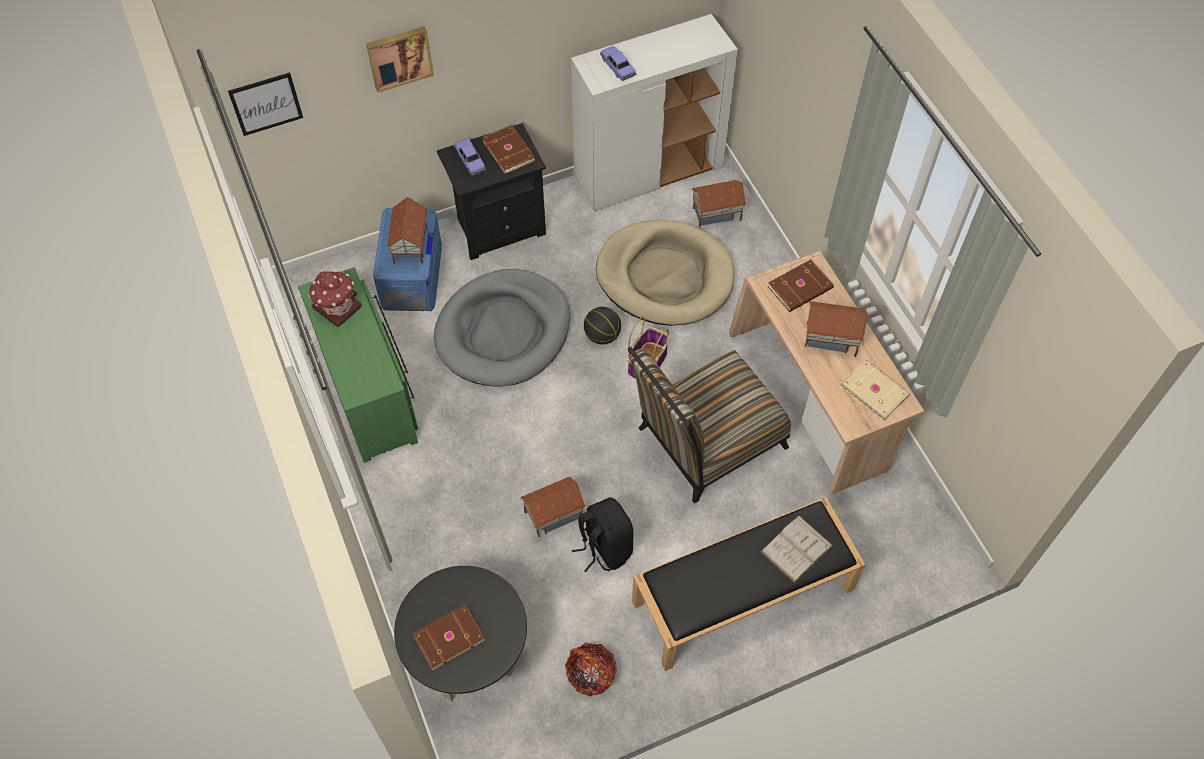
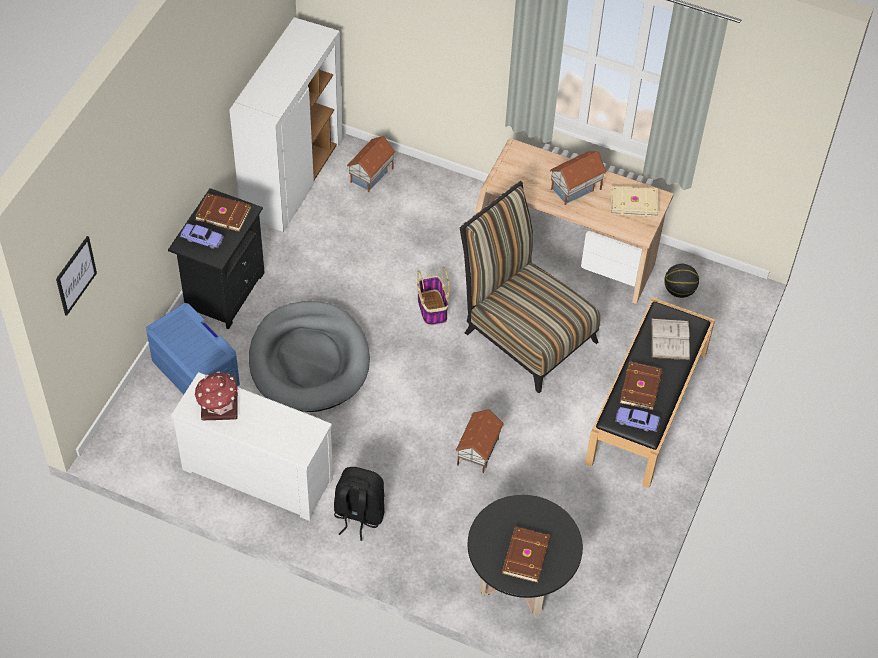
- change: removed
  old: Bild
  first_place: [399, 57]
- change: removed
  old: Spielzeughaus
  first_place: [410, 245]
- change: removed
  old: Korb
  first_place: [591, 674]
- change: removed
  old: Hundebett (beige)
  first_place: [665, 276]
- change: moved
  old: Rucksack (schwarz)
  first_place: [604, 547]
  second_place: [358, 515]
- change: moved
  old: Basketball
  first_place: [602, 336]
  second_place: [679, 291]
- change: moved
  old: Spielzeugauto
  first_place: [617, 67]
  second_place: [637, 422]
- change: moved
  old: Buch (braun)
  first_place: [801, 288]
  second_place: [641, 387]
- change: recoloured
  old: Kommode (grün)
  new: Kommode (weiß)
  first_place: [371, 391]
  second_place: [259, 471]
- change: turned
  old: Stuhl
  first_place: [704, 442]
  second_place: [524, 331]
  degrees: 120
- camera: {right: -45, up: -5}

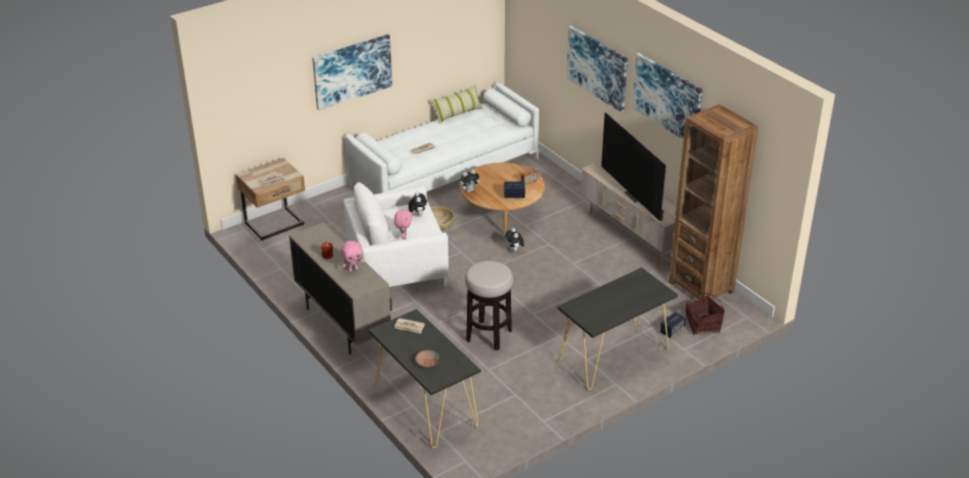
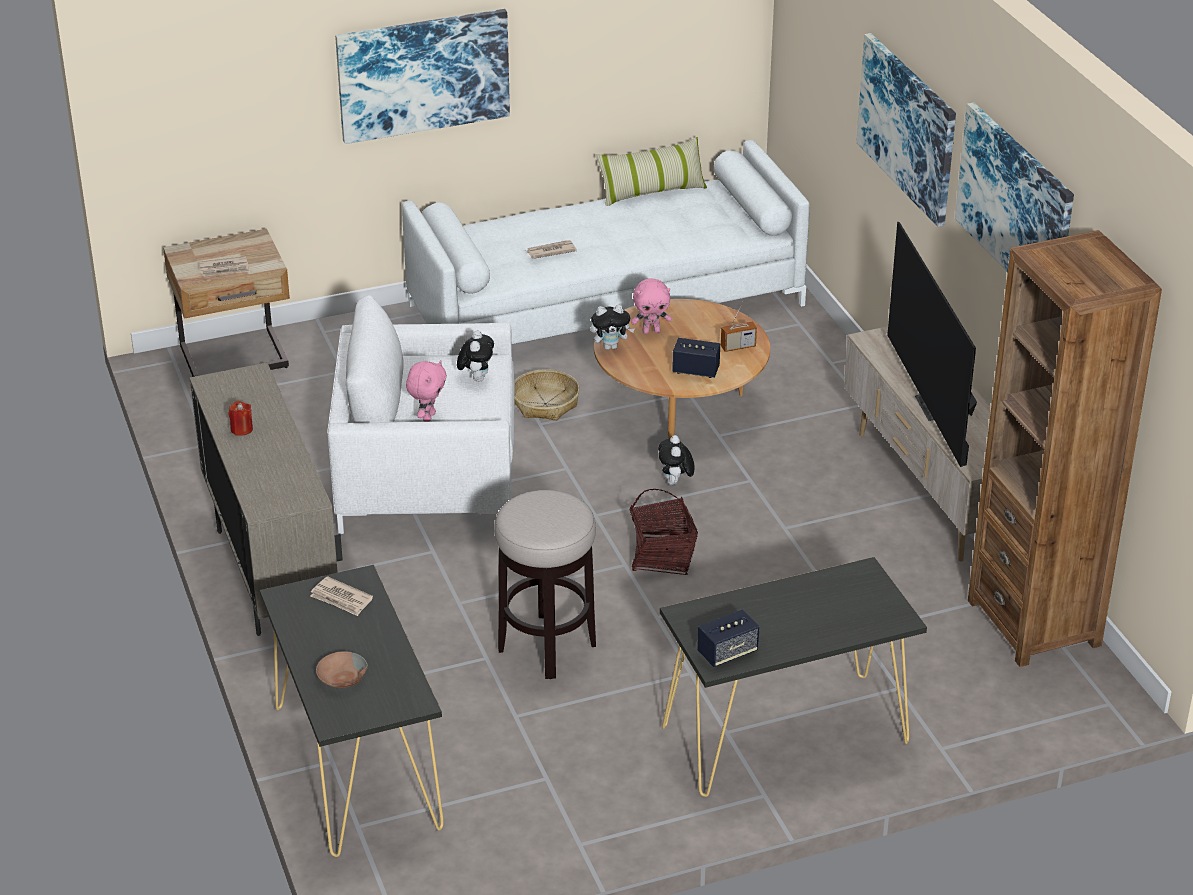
- change: moved
  old: Plüschtier (rosa)
  first_place: [353, 269]
  second_place: [651, 331]
- change: moved
  old: Lautsprecher
  first_place: [672, 331]
  second_place: [727, 653]
- change: moved
  old: Korb
  first_place: [702, 325]
  second_place: [662, 556]
- camera: {right: 15, up: 0}

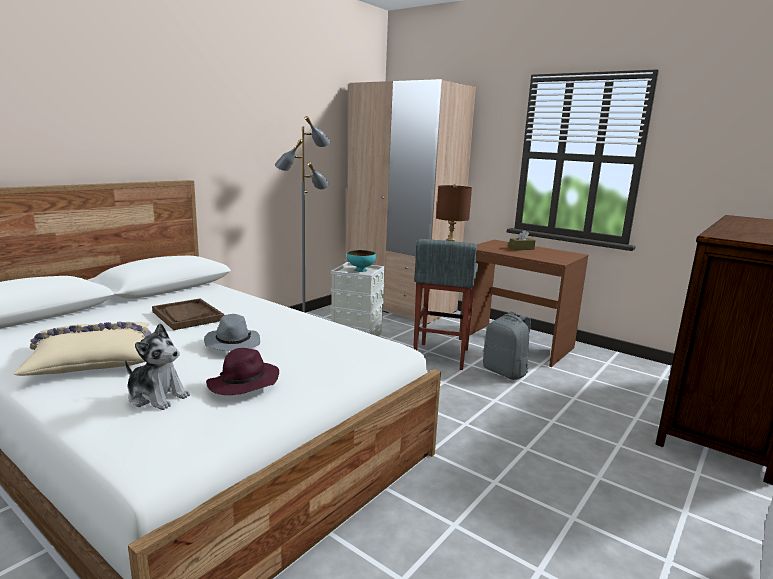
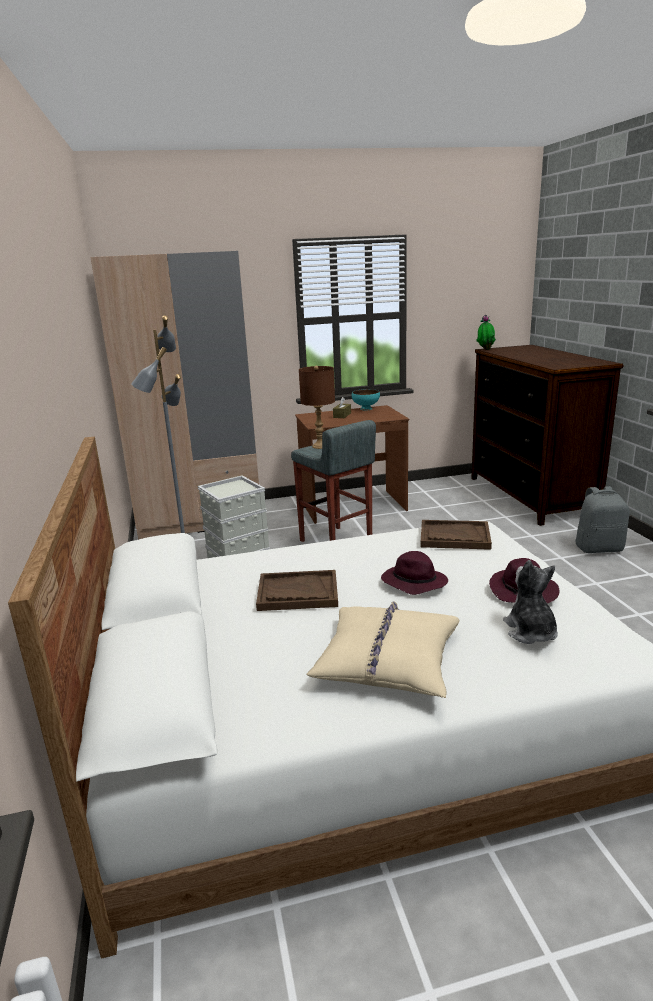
- change: added
  new: Tablett (braun)
  second_place: [454, 537]
- change: added
  new: Topfpflanze
  second_place: [485, 349]
- change: moved
  old: Schüssel (türkis)
  first_place: [361, 270]
  second_place: [366, 409]
- change: moved
  old: Rucksack (grau)
  first_place: [505, 372]
  second_place: [599, 548]
- change: recoloured
  old: Hut (grau)
  new: Hut (lila)
  first_place: [232, 343]
  second_place: [413, 582]
- change: turned
  old: Plüschtier
  first_place: [157, 396]
  second_place: [530, 632]
  degrees: -75
- camera: {right: -50, up: 5}

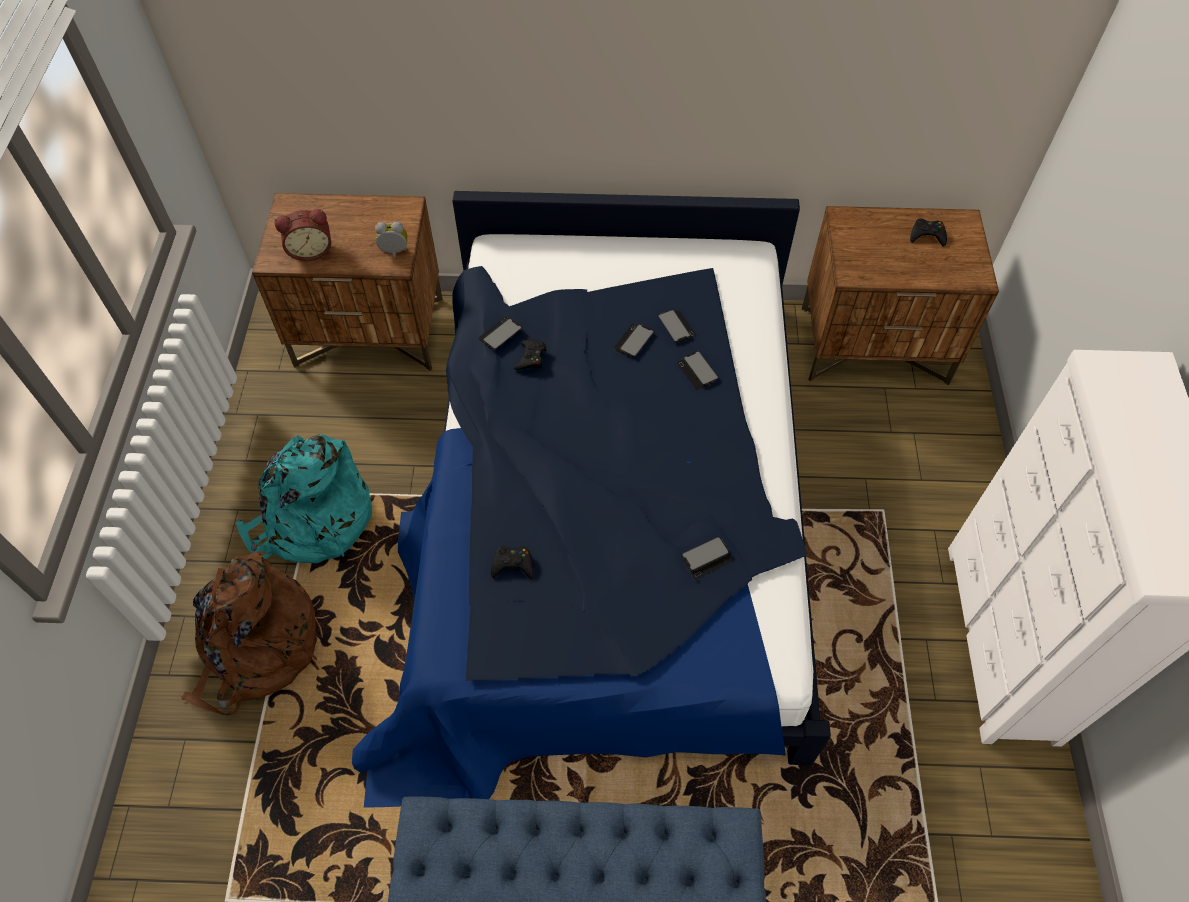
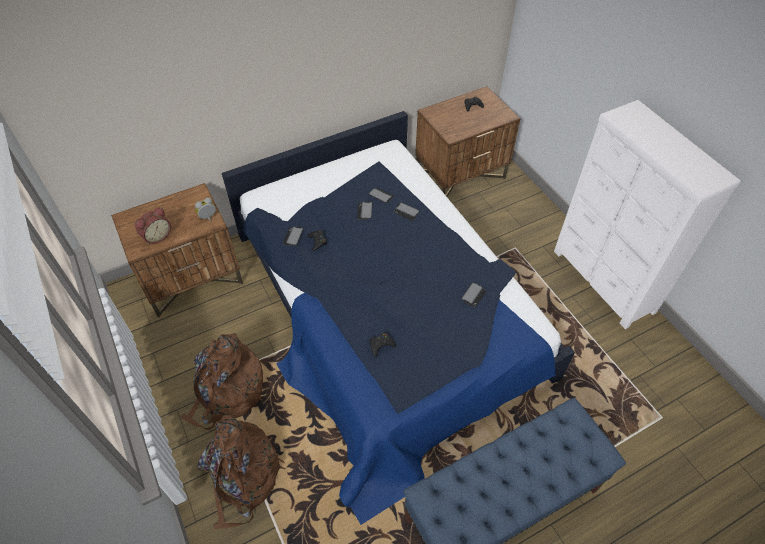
- change: recoloured
  old: Rucksack (türkis)
  new: Rucksack (braun)
  first_place: [313, 520]
  second_place: [227, 393]
- camera: {right: -30, up: -5}

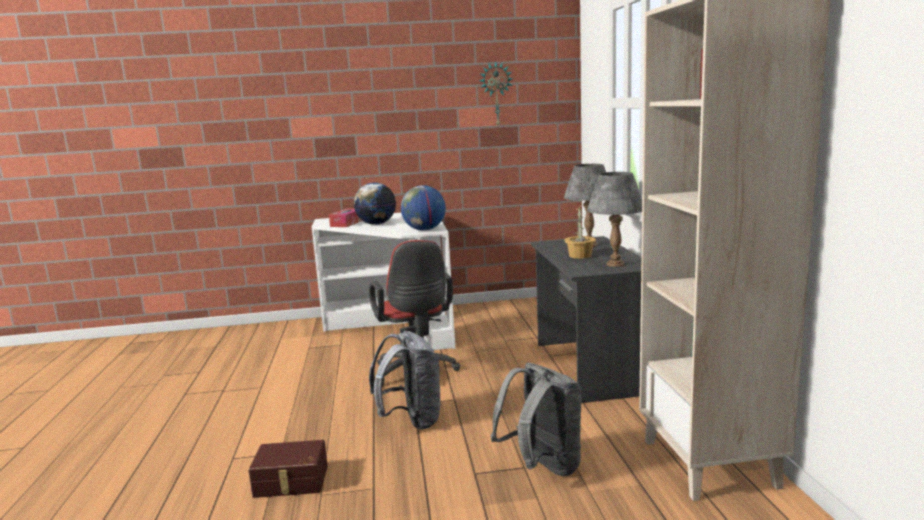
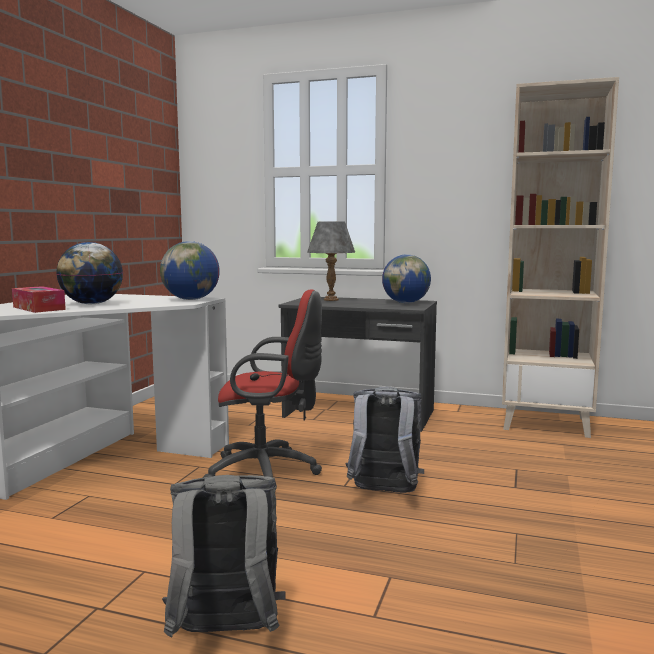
- change: removed
  old: Aufbewahrungsbox (braun)
  first_place: [291, 482]
- change: removed
  old: Wanduhr
  first_place: [496, 94]
- change: removed
  old: Topfpflanze
  first_place: [580, 256]
- change: moved
  old: Rucksack (grau)
  first_place: [542, 467]
  second_place: [225, 634]
- change: replaced
  old: Tischlampe (grau)
  new: Globus
  first_place: [616, 264]
  second_place: [406, 303]
- camera: {right: -65, up: -5}

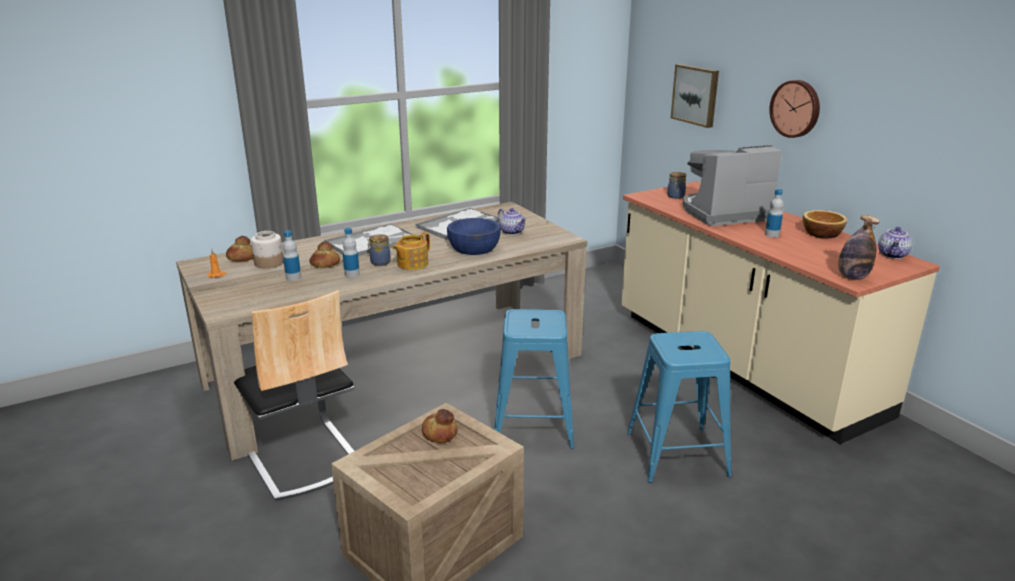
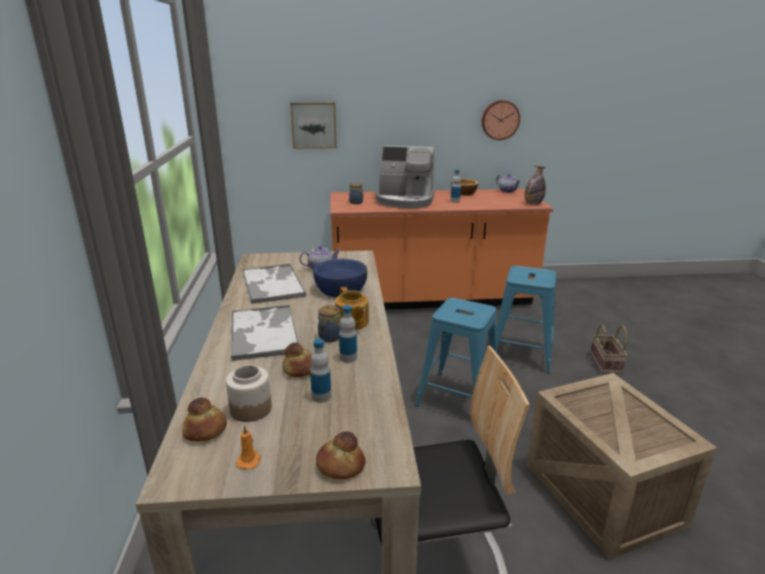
- change: added
  new: Korb
  second_place: [606, 364]
- change: moved
  old: Brot
  first_place: [440, 433]
  second_place: [340, 465]
- change: moved
  old: Wanduhr
  first_place: [796, 108]
  second_place: [500, 120]
- change: recoloured
  old: Küchenzeile (beige)
  new: Küchenzeile (orange)
  first_place: [741, 363]
  second_place: [431, 298]
- change: turned
  old: Kaffeemaschine
  first_place: [724, 213]
  second_place: [405, 201]
  degrees: -90
- camera: {right: -65, up: 0}

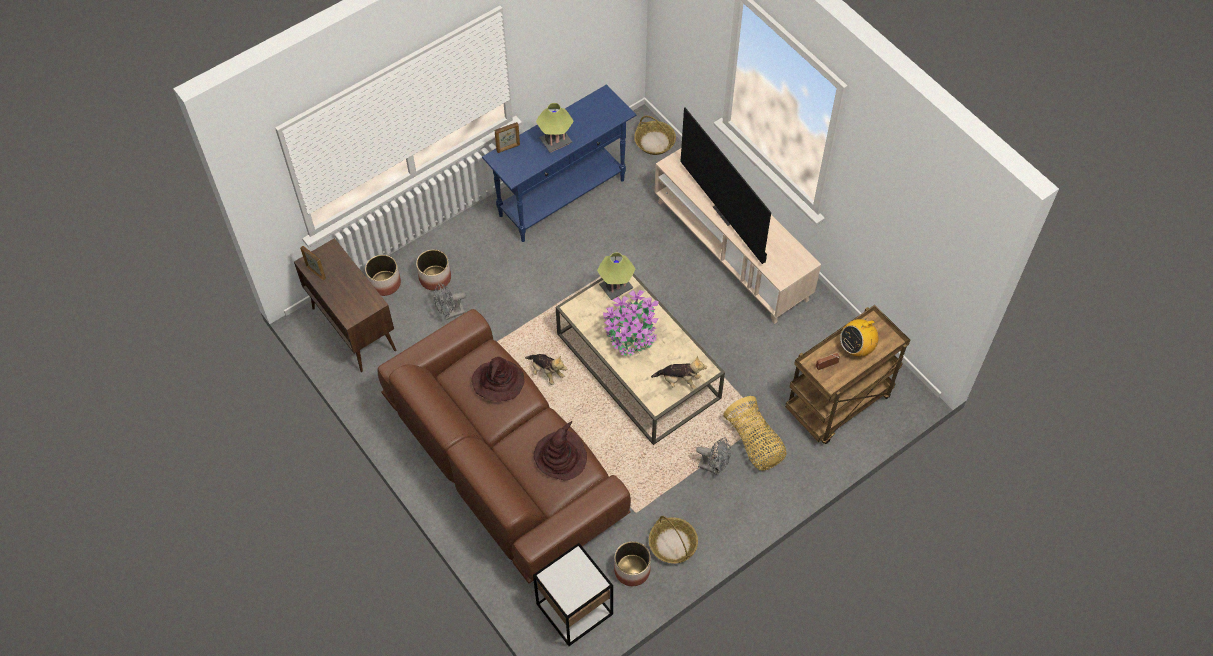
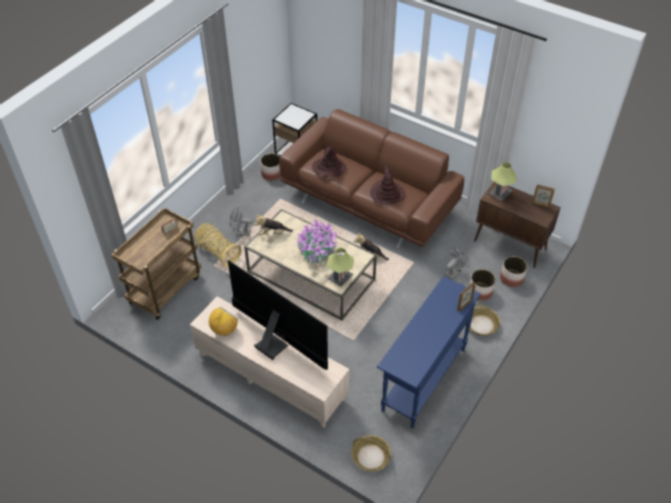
- change: moved
  old: Tischlampe
  first_place: [555, 141]
  second_place: [500, 193]
- change: moved
  old: Korb
  first_place: [672, 544]
  second_place: [482, 325]
- change: moved
  old: Radio
  first_place: [856, 348]
  second_place: [224, 330]
- camera: {right: 160, up: -10}

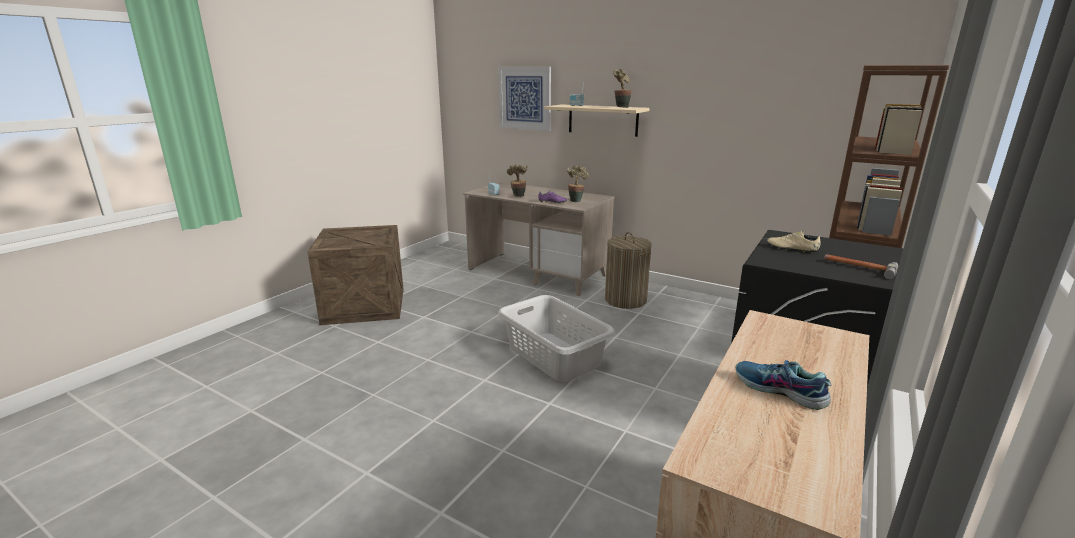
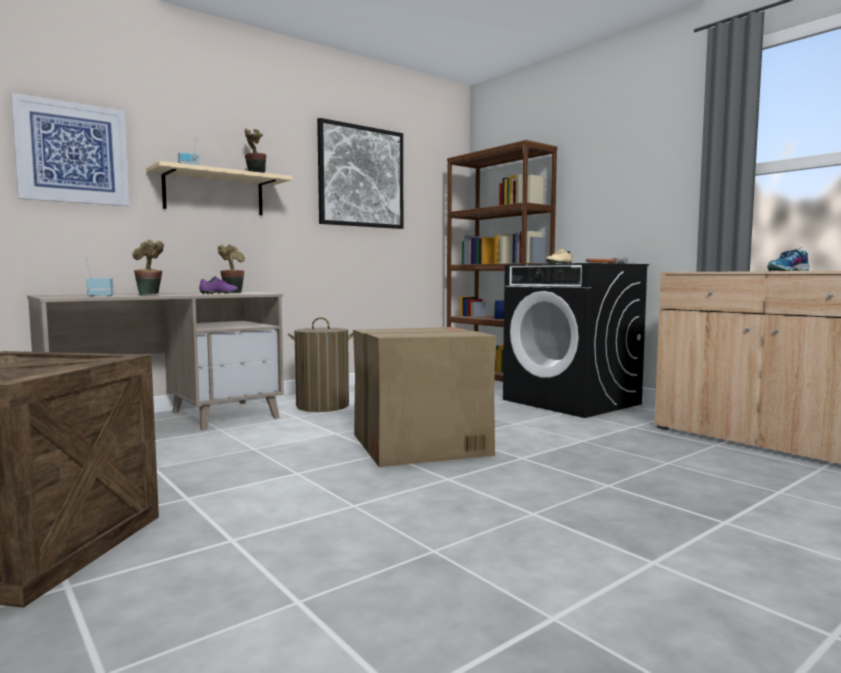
- change: added
  new: Bild
  second_place: [361, 177]
- change: replaced
  old: Wäschekorb (grau)
  new: Karton
  first_place: [554, 355]
  second_place: [419, 444]
- camera: {right: -70, up: -15}

